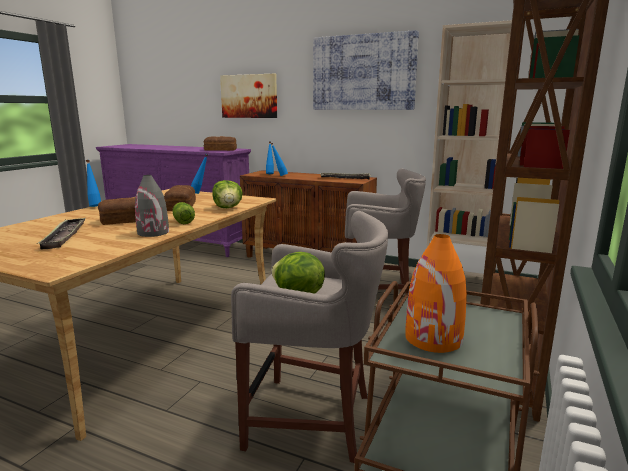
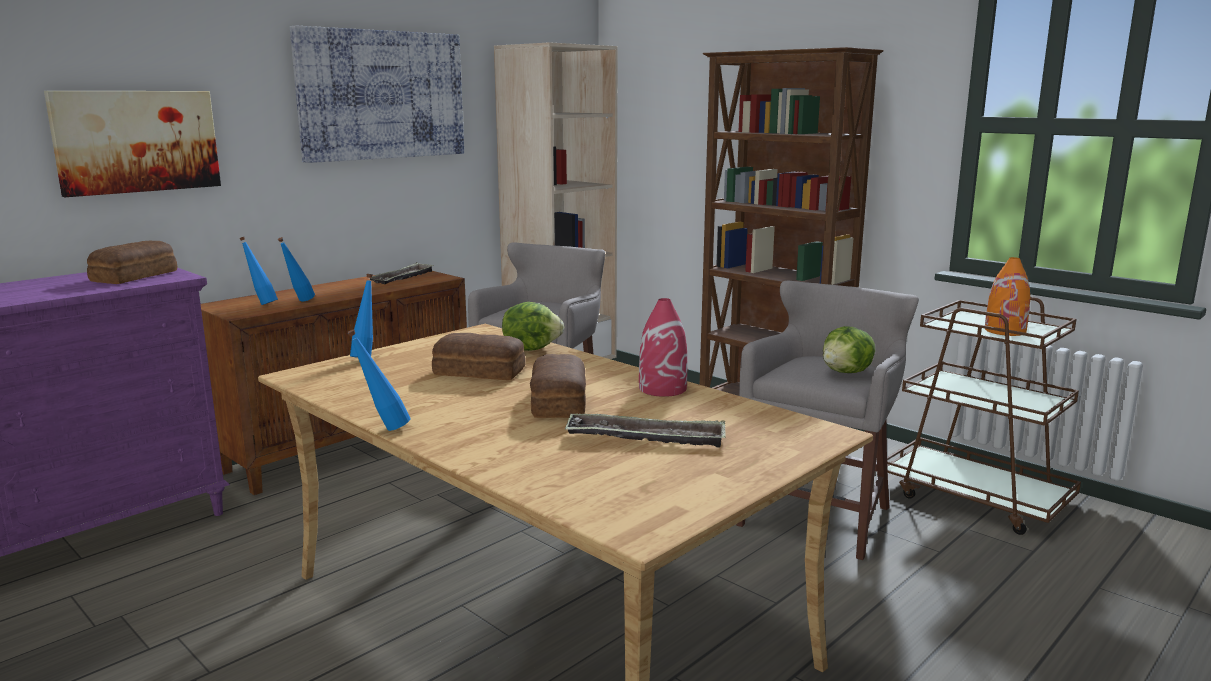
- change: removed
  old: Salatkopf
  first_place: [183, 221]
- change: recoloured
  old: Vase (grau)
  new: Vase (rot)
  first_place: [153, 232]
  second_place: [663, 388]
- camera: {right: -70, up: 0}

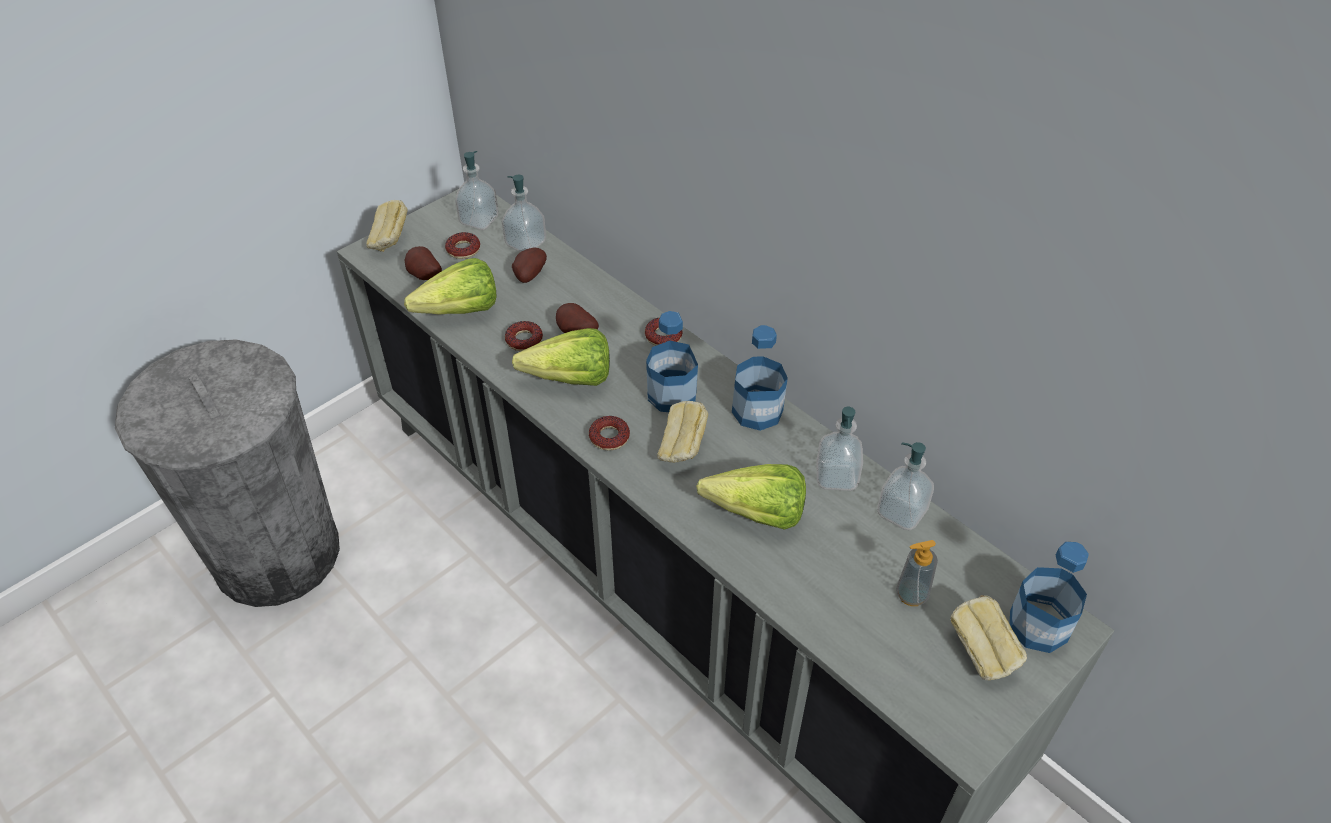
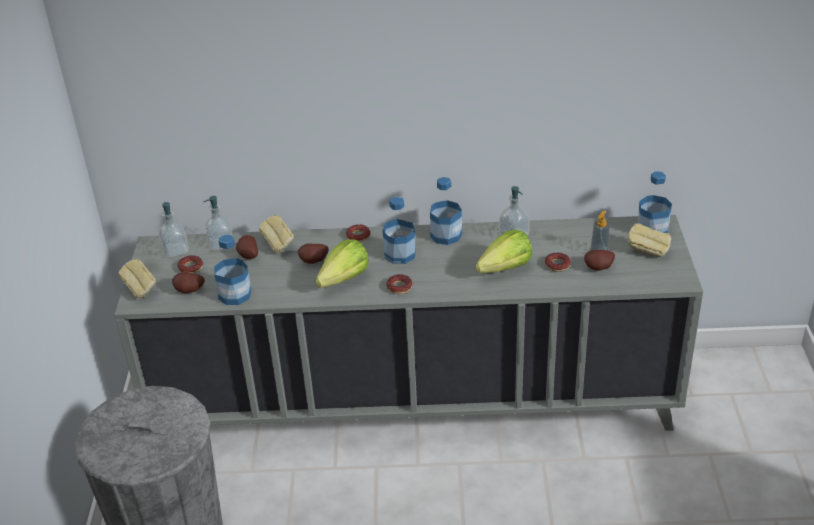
- change: removed
  old: Seifenspender
  first_place: [901, 512]
- change: added
  new: Kartoffel
  second_place: [599, 269]
- change: moved
  old: Donut
  first_place: [524, 340]
  second_place: [557, 265]
- change: moved
  old: Brot
  first_place: [682, 449]
  second_place: [278, 245]
- change: replaced
  old: Salatkopf
  new: Flasche
  first_place: [453, 312]
  second_place: [235, 295]
- camera: {right: -45, up: -10}

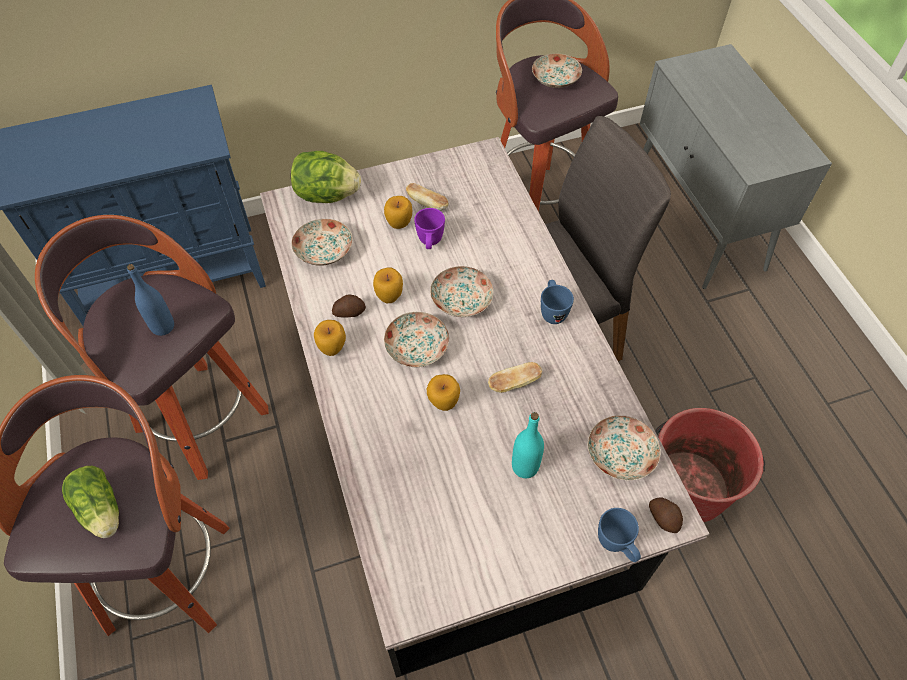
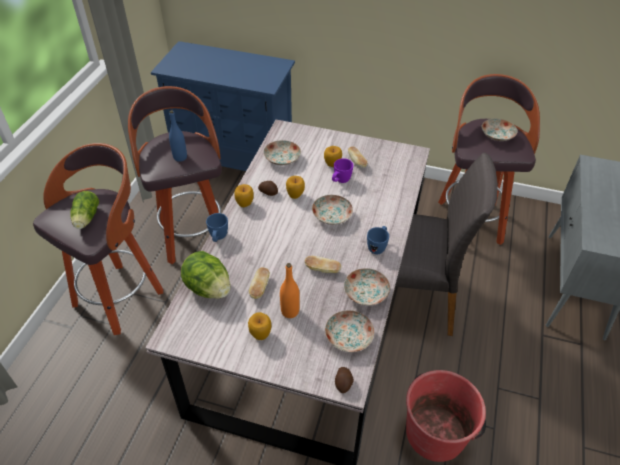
- change: added
  new: Brot
  second_place: [259, 288]
- change: moved
  old: Salatkopf
  first_place: [326, 195]
  second_place: [208, 288]
- change: moved
  old: Teller
  first_place: [417, 348]
  second_place: [366, 293]
- change: moved
  old: Apfel
  first_place: [443, 403]
  second_place: [260, 334]
- change: moved
  old: Henkelbecher (blau)
  first_place: [616, 545]
  second_place: [218, 238]
- change: recoloured
  old: Flasche (türkis)
  new: Flasche (orange)
  first_place: [525, 466]
  second_place: [290, 311]
- camera: {right: 35, up: -10}

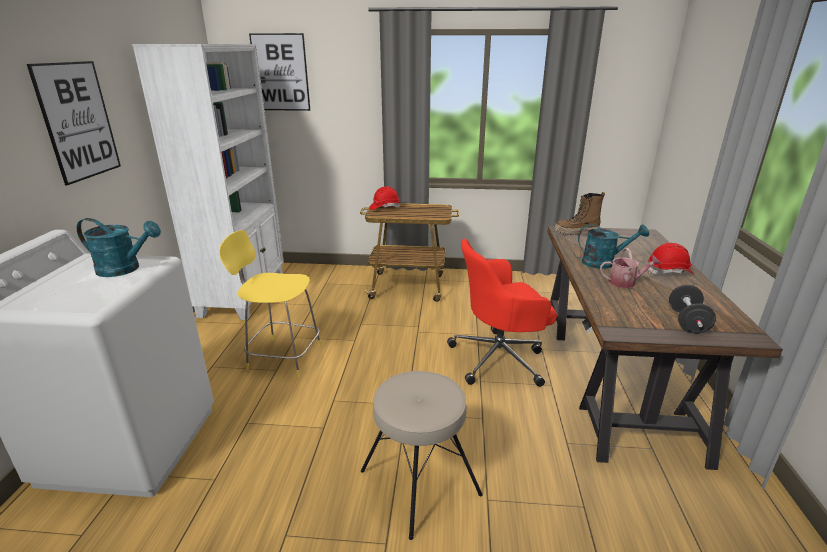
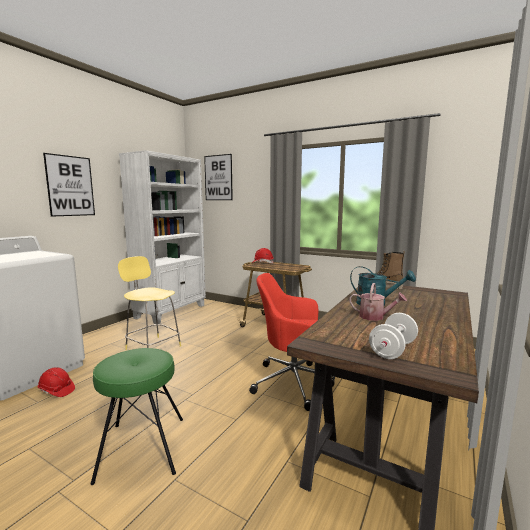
- change: removed
  old: Gießkanne (türkis)
  first_place: [125, 269]
- change: moved
  old: Schutzhelm (rot)
  first_place: [669, 271]
  second_place: [56, 390]
- change: recoloured
  old: Hocker (beige)
  new: Hocker (grün)
  first_place: [419, 483]
  second_place: [141, 448]
- change: recoloured
  old: Hantel (schwarz)
  new: Hantel (weiß)
  first_place: [687, 322]
  second_place: [393, 350]
- camera: {right: 25, up: -15}

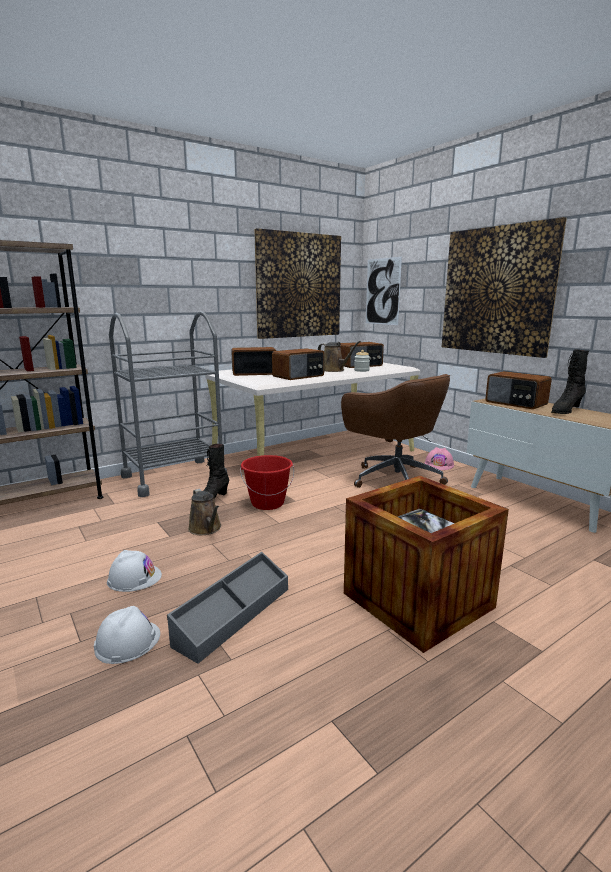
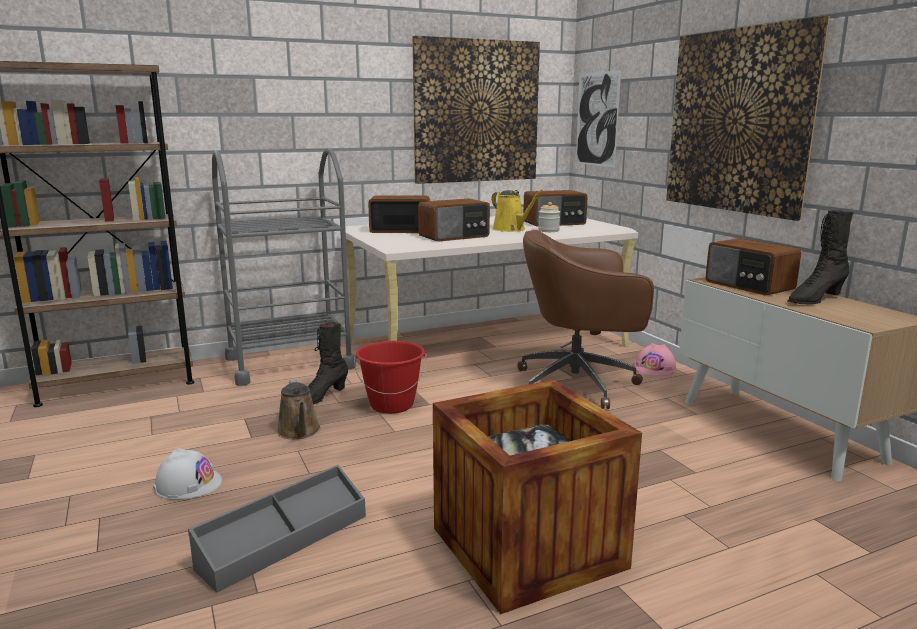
- change: removed
  old: Schutzhelm (weiß)
  first_place: [127, 641]
- change: recoloured
  old: Gießkanne (braun)
  new: Gießkanne (gelb)
  first_place: [334, 370]
  second_place: [511, 229]
- change: turned
  old: Bürostuhl (braun)
  first_place: [394, 479]
  second_place: [579, 384]
  degrees: 120
- camera: {right: 10, up: 0}

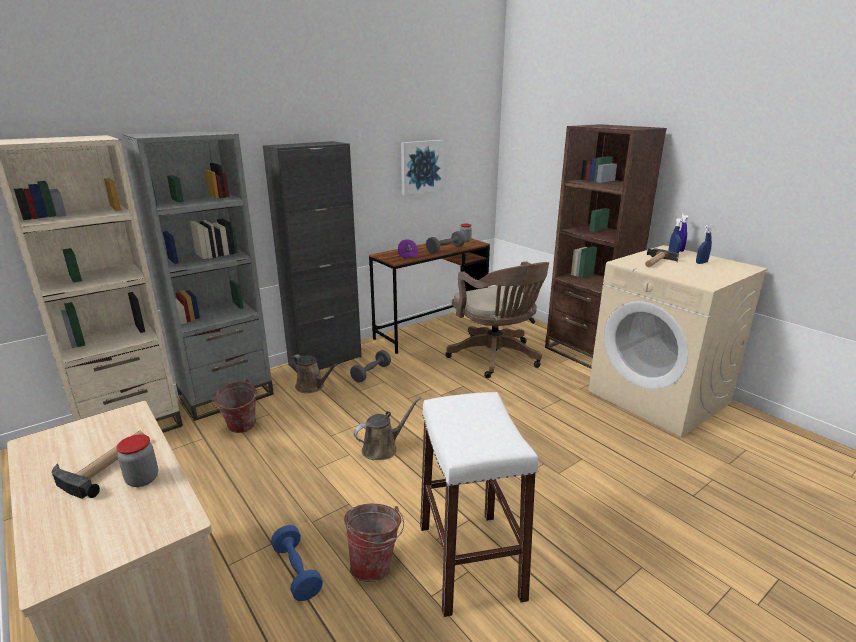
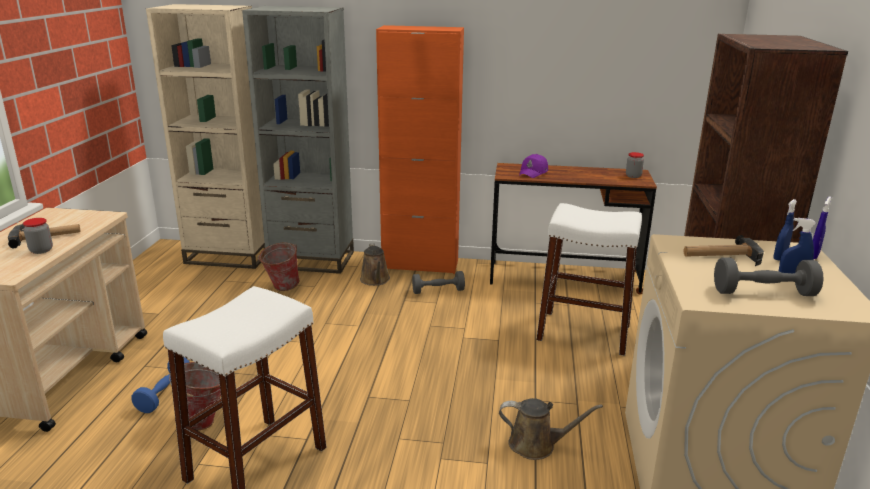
- change: removed
  old: Bild
  first_place: [421, 167]
- change: moved
  old: Gießkanne (braun)
  first_place: [382, 448]
  second_place: [536, 445]
- change: moved
  old: Hantel (grau)
  first_place: [445, 249]
  second_place: [763, 293]
- change: replaced
  old: Bürostuhl (braun)
  new: Hocker (weiß)
  first_place: [496, 358]
  second_place: [583, 332]
- change: recoloured
  old: Schrank (schwarz)
  new: Schrank (orange)
  first_place: [325, 361]
  second_place: [420, 264]
- camera: {right: 45, up: 0}

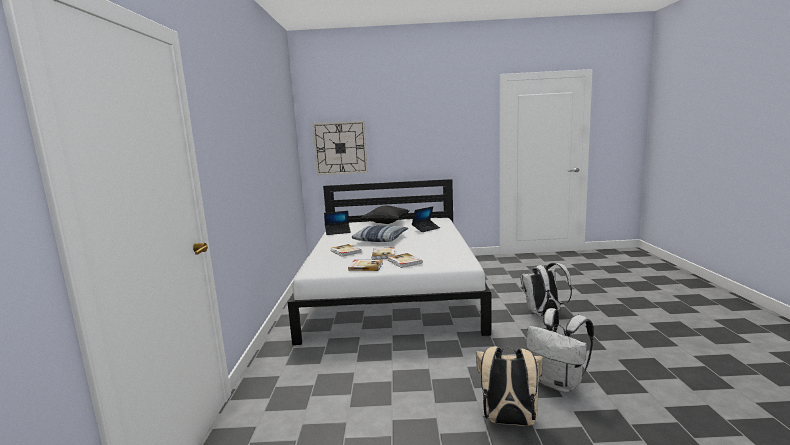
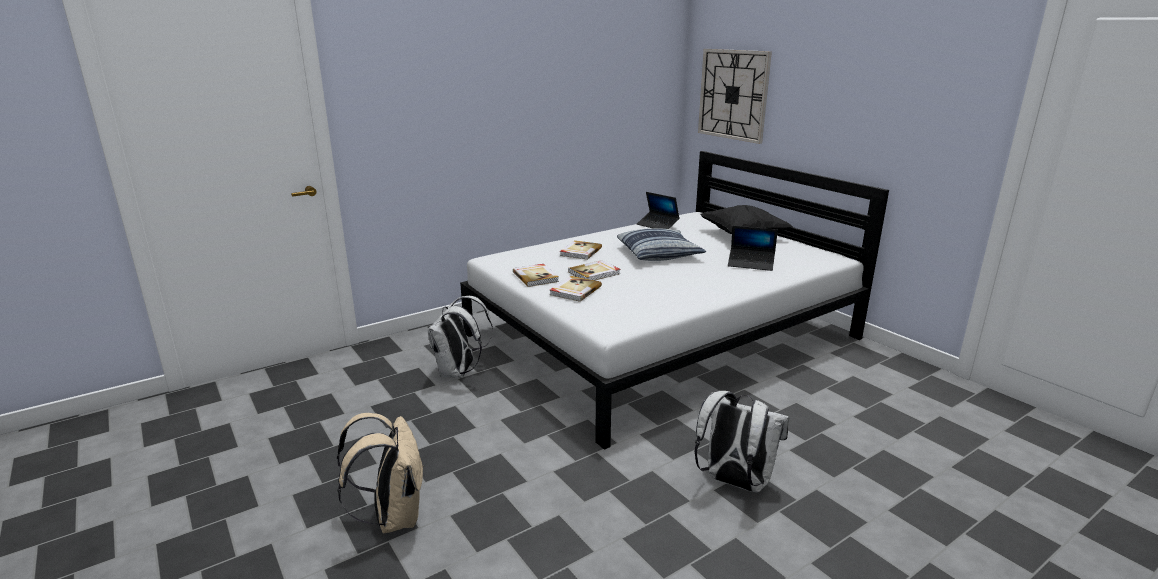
- change: moved
  old: Rucksack (weiß)
  first_place: [559, 383]
  second_place: [459, 372]
- camera: {right: 55, up: 10}

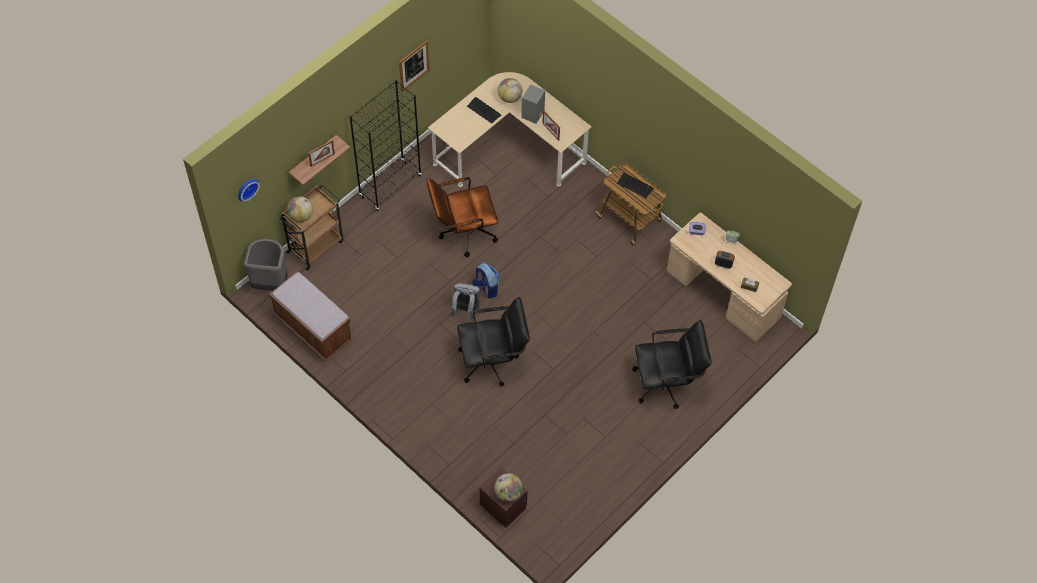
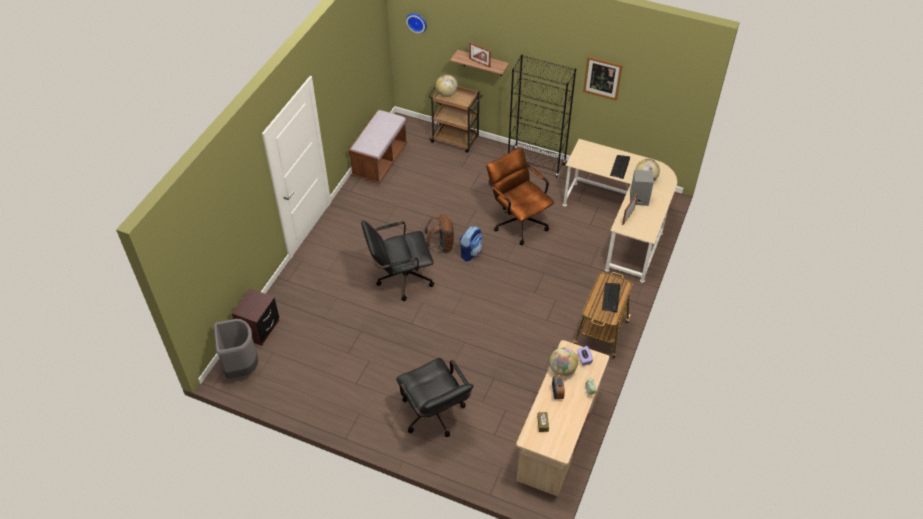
- change: moved
  old: Mülleimer (grau)
  first_place: [271, 283]
  second_place: [242, 368]
- change: moved
  old: Globus
  first_place: [508, 493]
  second_place: [562, 369]
- change: recoloured
  old: Rucksack (grau)
  new: Rucksack (braun)
  first_place: [466, 311]
  second_place: [441, 246]
- change: turned
  old: Bürostuhl (schwarz)
  first_place: [493, 361]
  second_place: [400, 279]
  degrees: 105
- camera: {right: 70, up: -10}

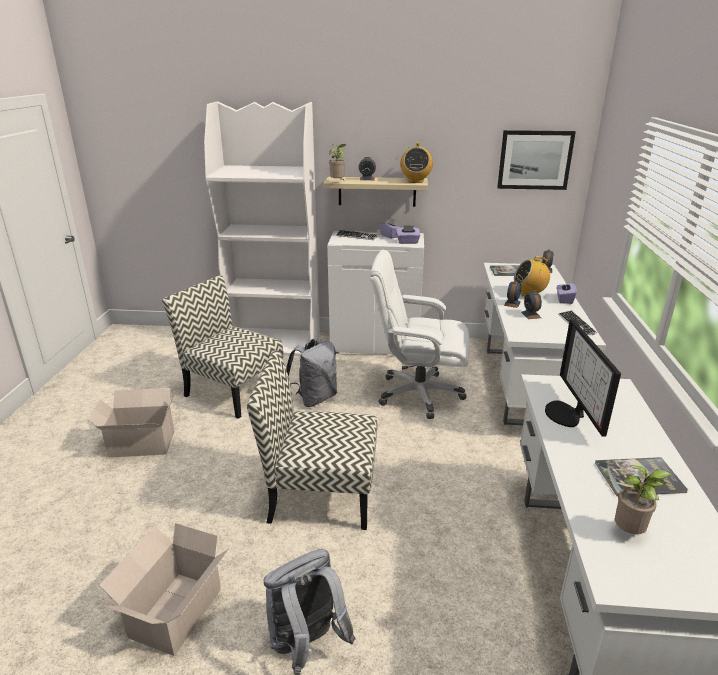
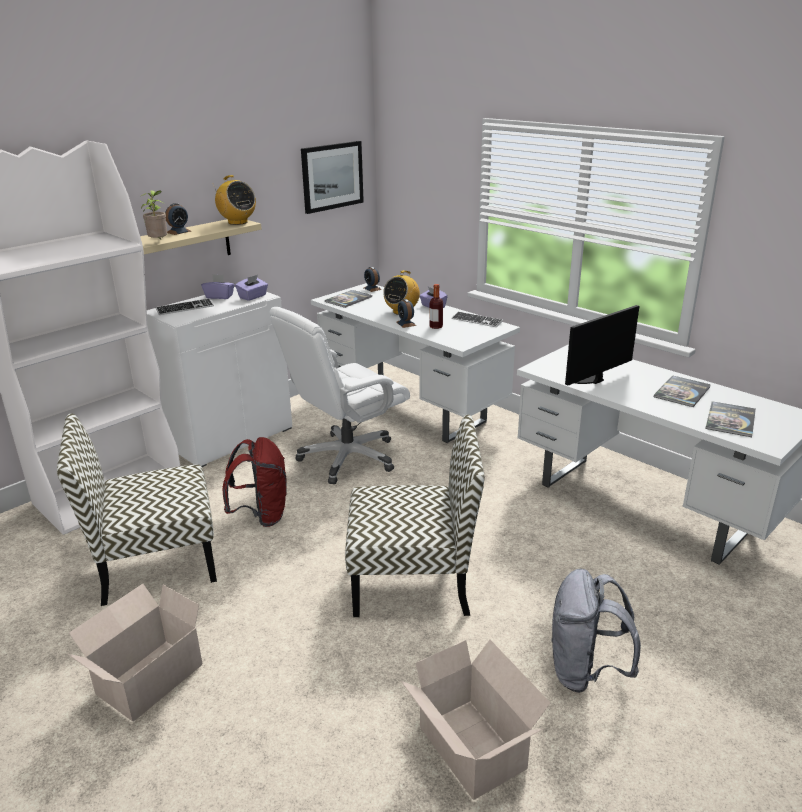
- change: replaced
  old: Wecker
  new: Flasche
  first_place: [530, 315]
  second_place: [436, 326]
- change: replaced
  old: Topfpflanze
  new: Buch
  first_place: [630, 533]
  second_place: [730, 420]
- change: recoloured
  old: Rucksack (grau)
  new: Rucksack (rot)
  first_place: [315, 398]
  second_place: [262, 515]
- change: turned
  old: Stuhl
  first_place: [320, 495]
  second_place: [413, 581]
  degrees: -135
- change: turned
  old: Monitor
  first_place: [567, 414]
  second_place: [589, 379]
  degrees: 105
- camera: {right: -50, up: 0}

